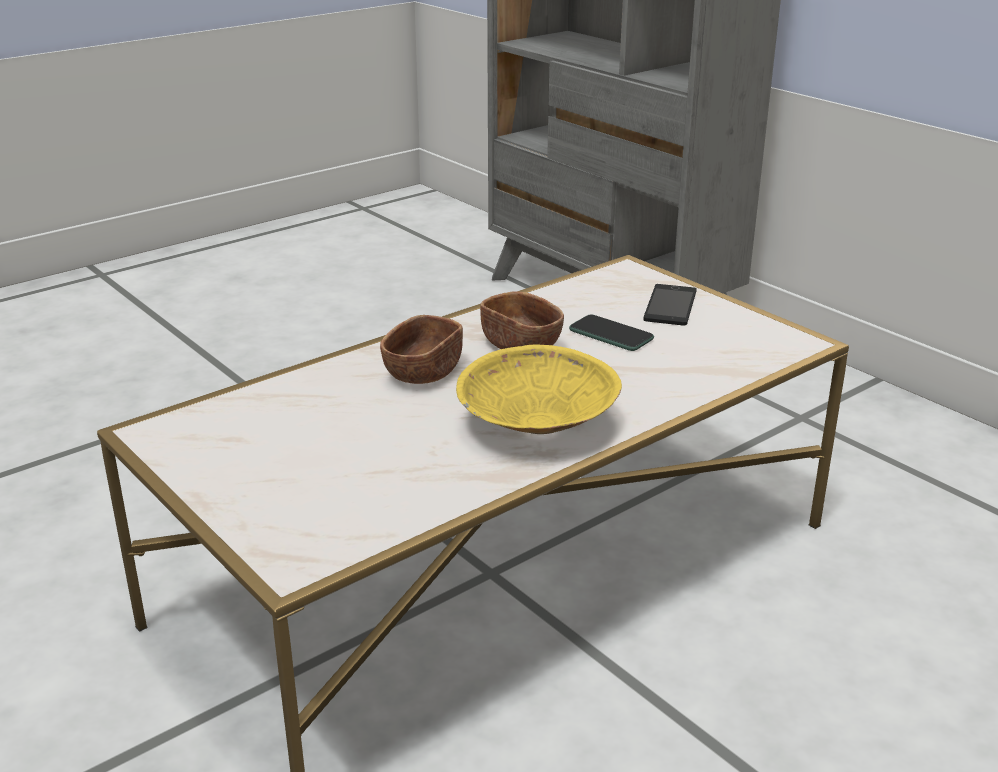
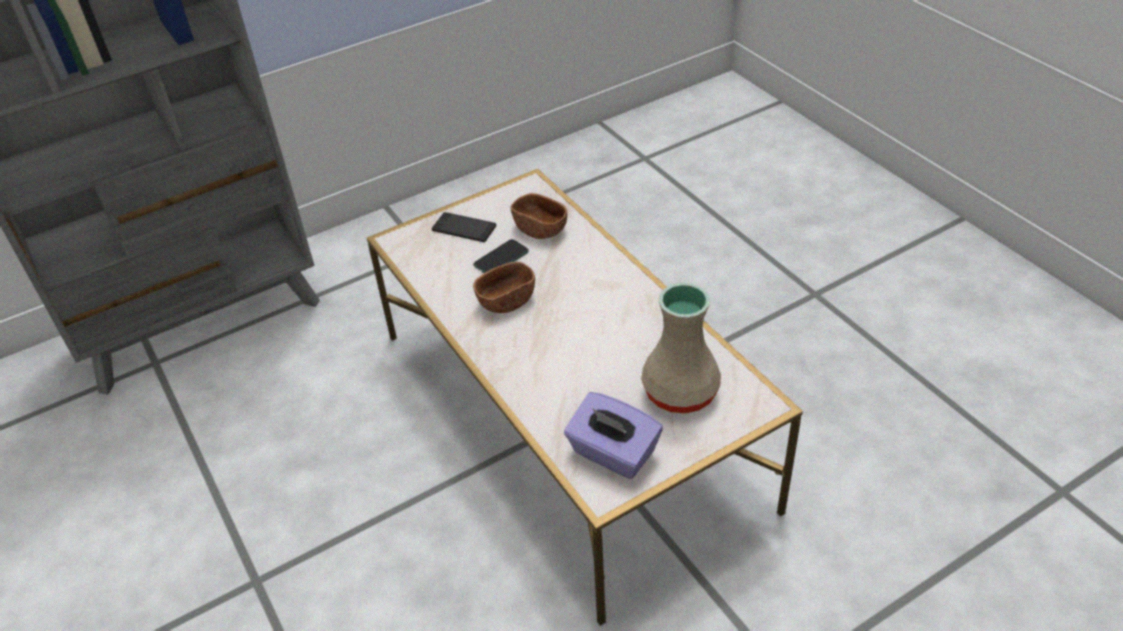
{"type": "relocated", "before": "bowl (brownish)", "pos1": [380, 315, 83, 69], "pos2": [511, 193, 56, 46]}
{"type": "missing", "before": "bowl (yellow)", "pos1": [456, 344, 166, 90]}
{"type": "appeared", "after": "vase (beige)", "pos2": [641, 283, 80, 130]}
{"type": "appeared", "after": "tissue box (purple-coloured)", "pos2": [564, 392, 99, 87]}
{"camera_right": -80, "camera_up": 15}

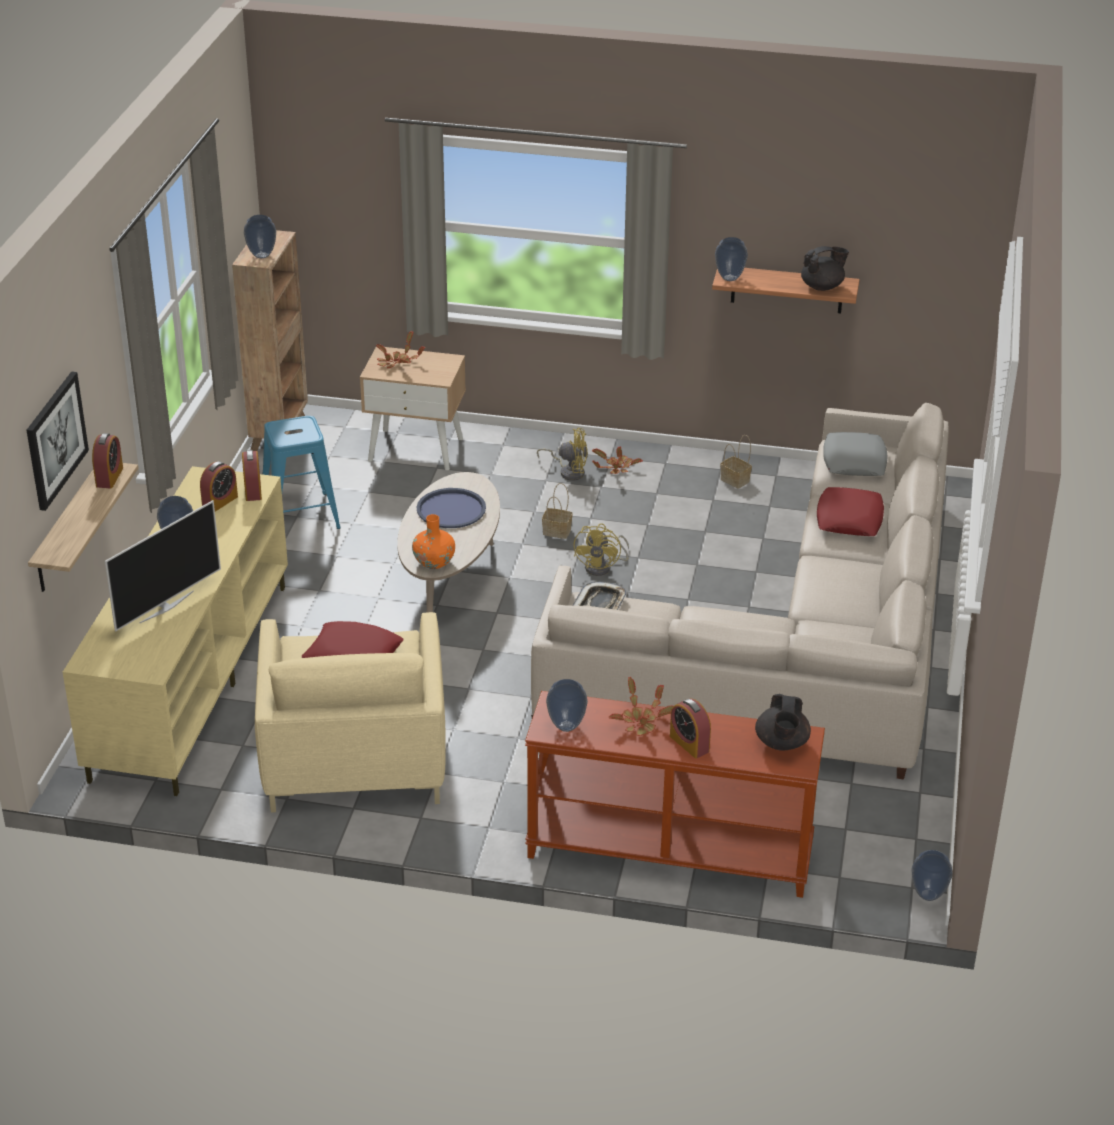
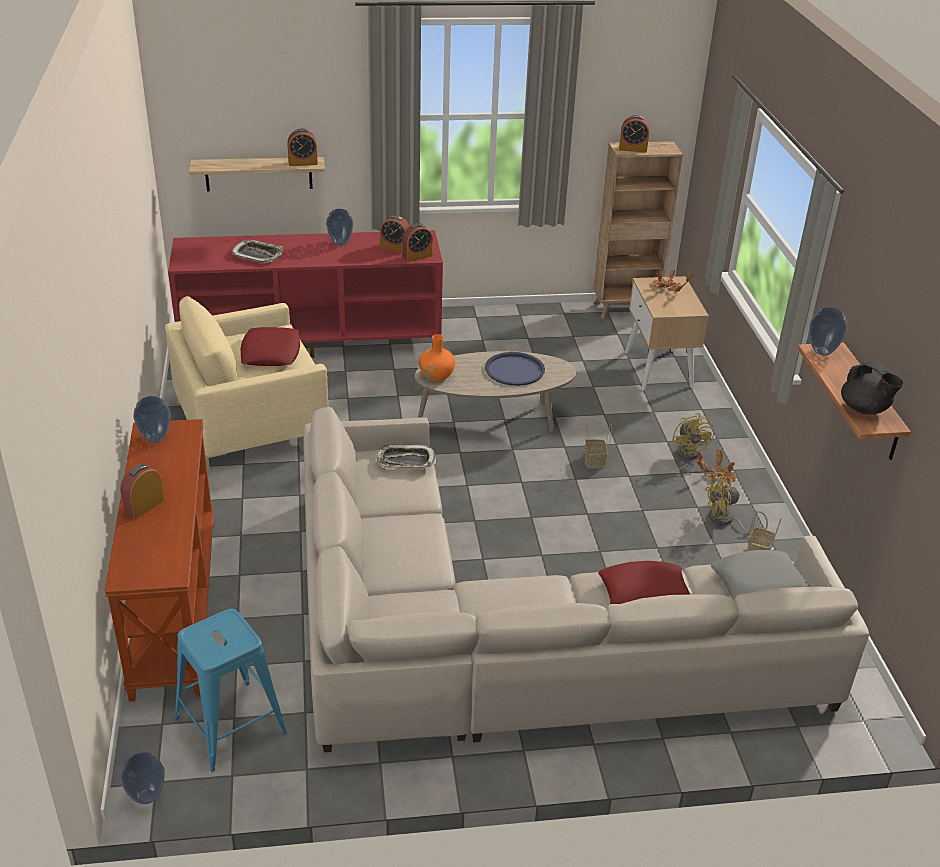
{"type": "exchanged", "before": "vase", "after": "bedside clock", "pos1": [244, 215, 32, 43], "pos2": [619, 115, 30, 37]}
{"type": "missing", "before": "picture", "pos1": [26, 371, 63, 140]}
{"type": "relocated", "before": "stool (blue-coloured)", "pos1": [263, 416, 78, 113], "pos2": [175, 609, 112, 162]}
{"type": "colour", "before": "tv unit (beige)", "after": "tv unit (reddish)", "pos1": [63, 466, 225, 330], "pos2": [168, 230, 275, 128]}
{"type": "exchanged", "before": "TV set", "after": "serving tray", "pos1": [105, 500, 116, 131], "pos2": [232, 240, 51, 23]}
{"type": "relocated", "before": "fan (yellow)", "pos1": [574, 523, 55, 53], "pos2": [705, 472, 63, 61]}
{"type": "missing", "before": "plant in a pot", "pos1": [609, 677, 64, 59]}
{"type": "missing", "before": "pot for tea (blackish)", "pos1": [755, 694, 56, 57]}
{"camera_right": 70, "camera_up": 0}

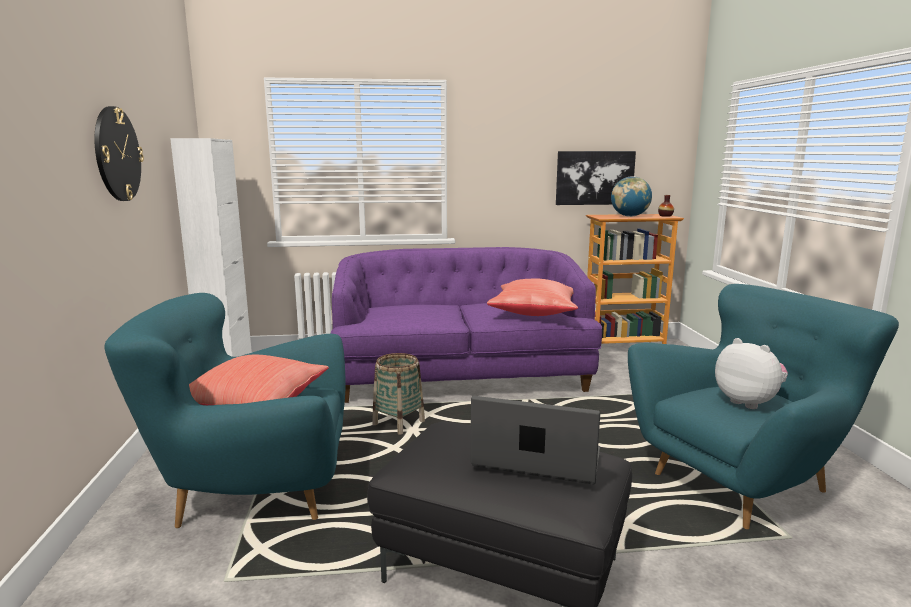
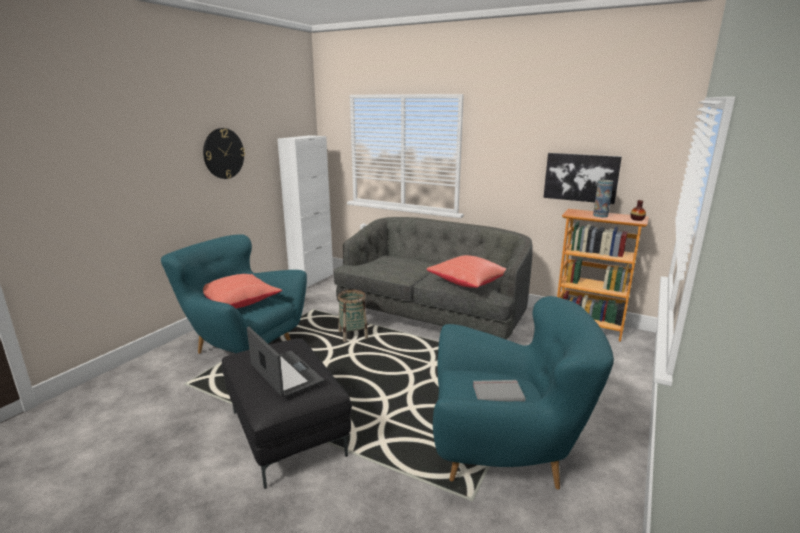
{"type": "exchanged", "before": "world globe", "after": "vase", "pos1": [611, 176, 41, 41], "pos2": [593, 180, 20, 37]}
{"type": "colour", "before": "sofa (purple-coloured)", "after": "sofa (gray)", "pos1": [331, 247, 271, 156], "pos2": [334, 217, 199, 122]}
{"type": "exchanged", "before": "cuddly toy", "after": "book (gray)", "pos1": [715, 338, 73, 71], "pos2": [473, 380, 52, 21]}
{"camera_right": 35, "camera_up": 5}

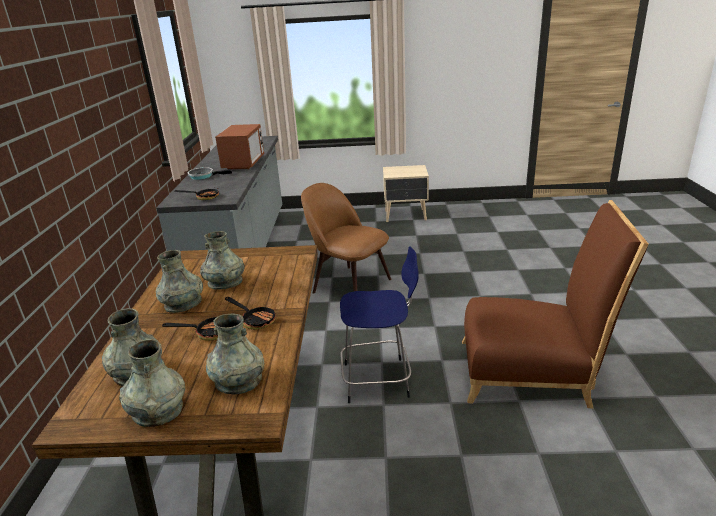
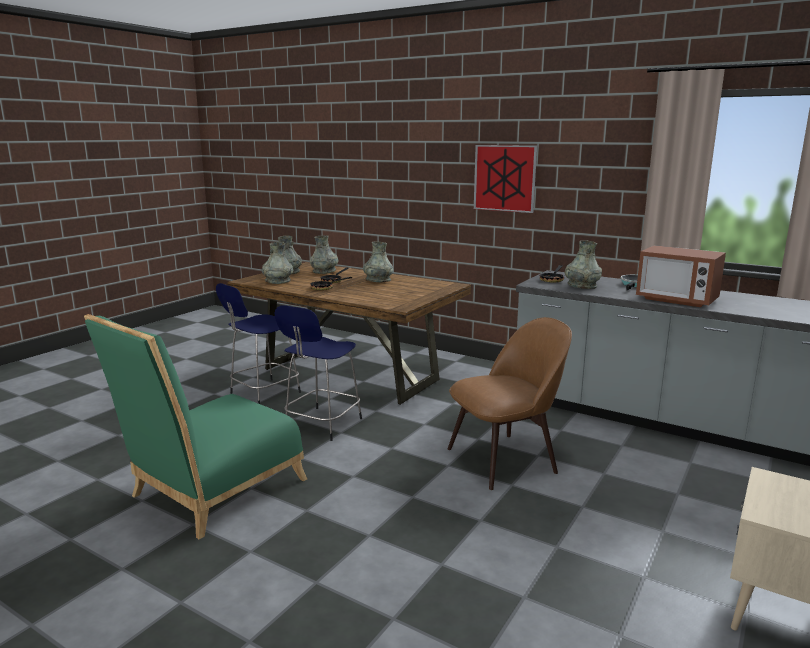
{"type": "colour", "before": "plain chair (brownish)", "after": "plain chair (green)", "pos1": [462, 200, 187, 208], "pos2": [84, 314, 223, 225]}
{"type": "relocated", "before": "vase (gray)", "pos1": [200, 231, 45, 59], "pos2": [565, 240, 37, 49]}
{"type": "appeared", "after": "picture", "pos2": [474, 145, 63, 68]}
{"type": "appeared", "after": "stool (blue-coloured)", "pos2": [216, 283, 85, 121]}
{"camera_right": 120, "camera_up": -10}

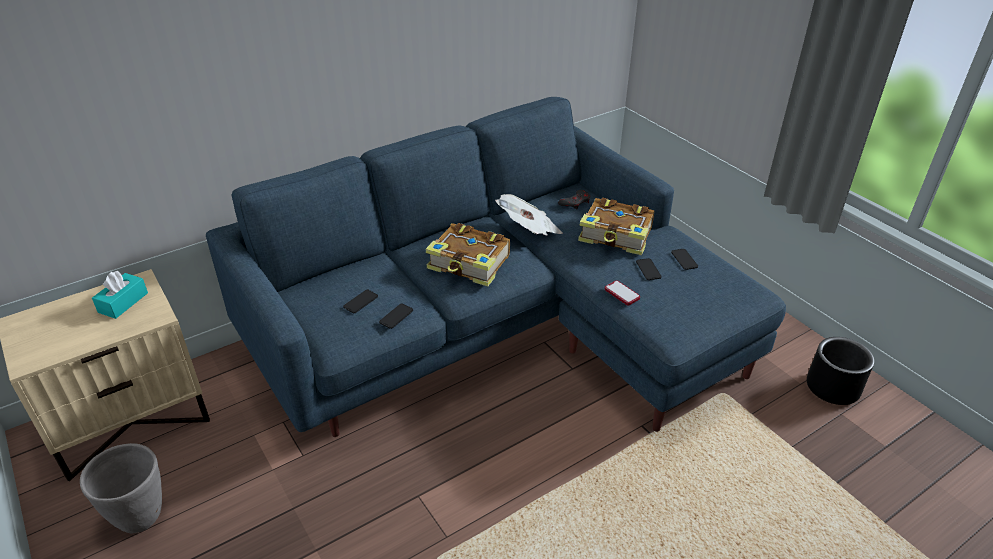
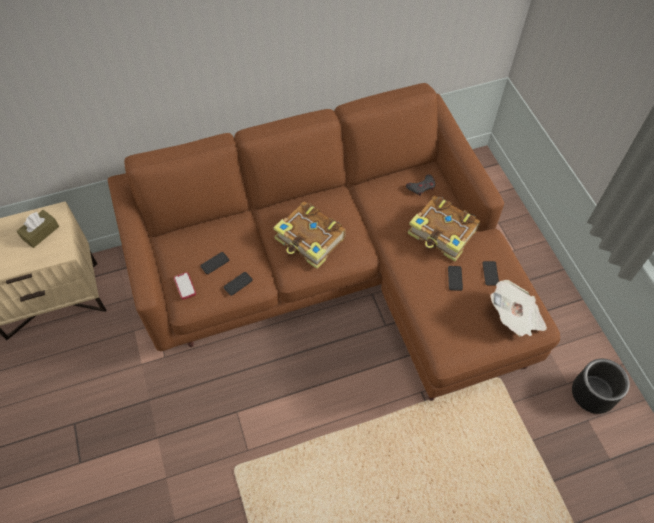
{"type": "colour", "before": "sofa (blue-coloured)", "after": "sofa (brownish)", "pos1": [206, 97, 580, 340], "pos2": [108, 83, 452, 318]}
{"type": "relocated", "before": "daily paper", "pos1": [495, 194, 68, 41], "pos2": [490, 280, 57, 56]}
{"type": "colour", "before": "tissue box (turquoise)", "after": "tissue box (brownish)", "pos1": [92, 271, 56, 48], "pos2": [17, 210, 42, 38]}
{"type": "relocated", "before": "handset", "pos1": [605, 280, 35, 25], "pos2": [174, 272, 22, 28]}
{"type": "missing", "before": "flower pot (gray)", "pos1": [80, 443, 82, 90]}
{"camera_right": 15, "camera_up": 20}

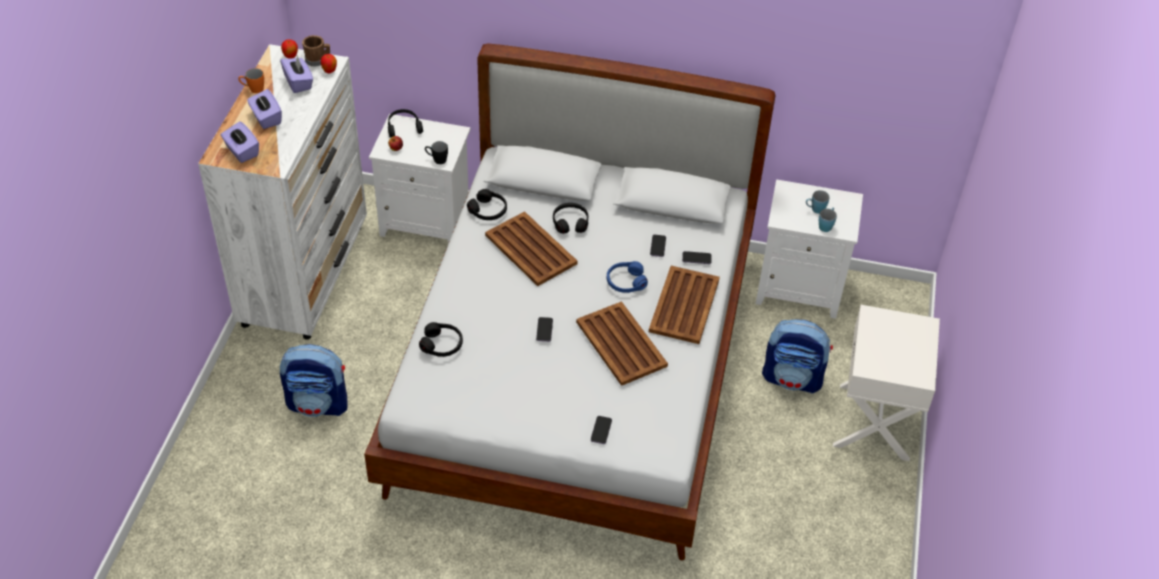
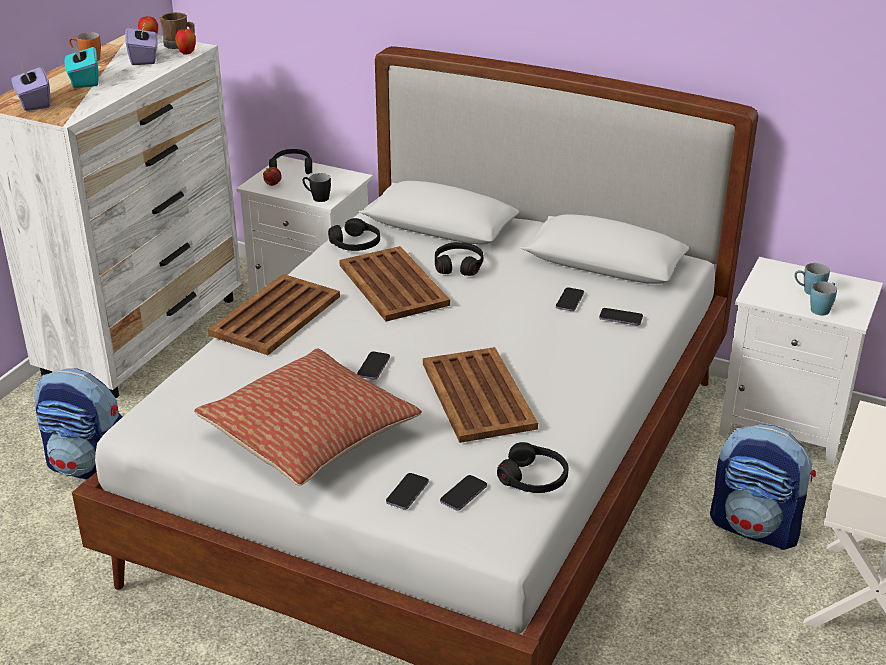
{"type": "colour", "before": "tissue box (purple-coloured)", "after": "tissue box (turquoise)", "pos1": [247, 89, 35, 40], "pos2": [65, 42, 34, 46]}
{"type": "missing", "before": "headset (blue-coloured)", "pos1": [607, 261, 41, 32]}
{"type": "relocated", "before": "serving tray (brownish)", "pos1": [649, 266, 71, 78], "pos2": [208, 274, 132, 81]}
{"type": "relocated", "before": "headset (blackish)", "pos1": [419, 322, 44, 35], "pos2": [497, 442, 72, 51]}
{"type": "appeared", "after": "throw pillow", "pos2": [194, 349, 228, 137]}
{"type": "appeared", "after": "handset", "pos2": [440, 475, 47, 36]}
{"camera_right": 15, "camera_up": -15}

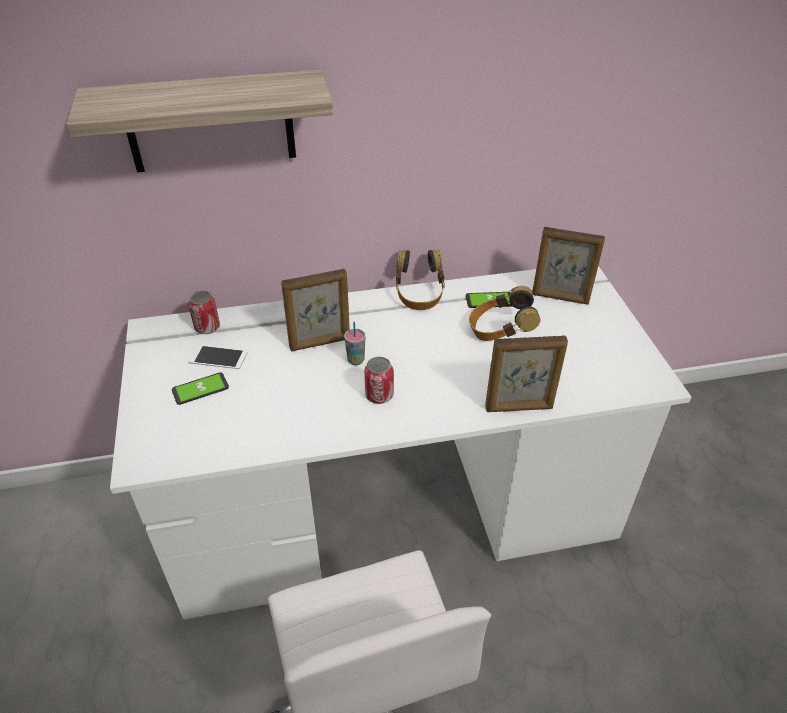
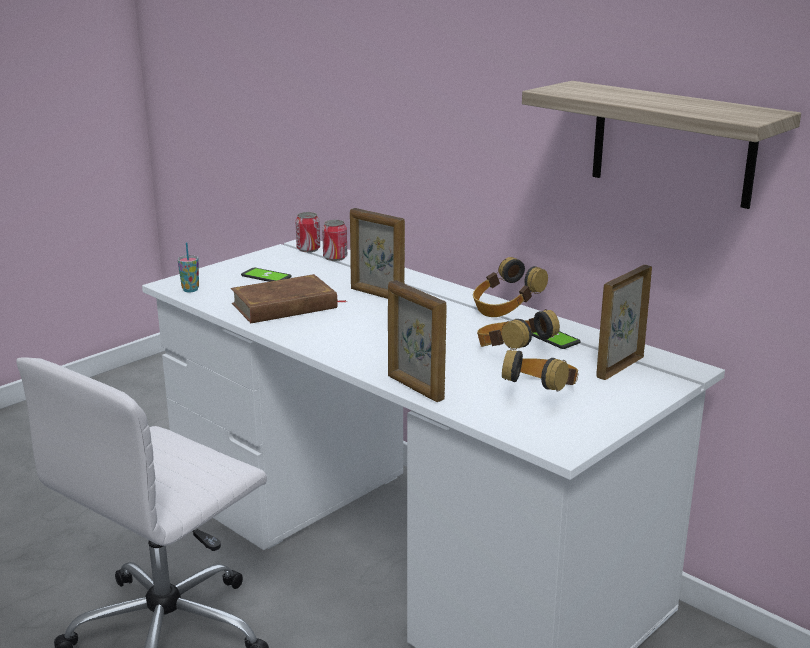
{"type": "relocated", "before": "wall shelf", "pos1": [66, 70, 267, 103], "pos2": [522, 81, 279, 128]}
{"type": "spun", "before": "standing frame", "pos1": [532, 227, 73, 78], "pos2": [596, 265, 56, 115], "turn": 60}
{"type": "relocated", "before": "drinking cup", "pos1": [344, 322, 21, 43], "pos2": [177, 242, 22, 50]}
{"type": "missing", "before": "handset", "pos1": [188, 345, 59, 24]}
{"type": "relocated", "before": "can", "pos1": [364, 357, 30, 47], "pos2": [295, 212, 25, 40]}
{"type": "appeared", "after": "book (brownish)", "pos2": [231, 274, 116, 49]}
{"type": "appeared", "after": "headset", "pos2": [502, 349, 76, 42]}
{"camera_right": 55, "camera_up": -20}

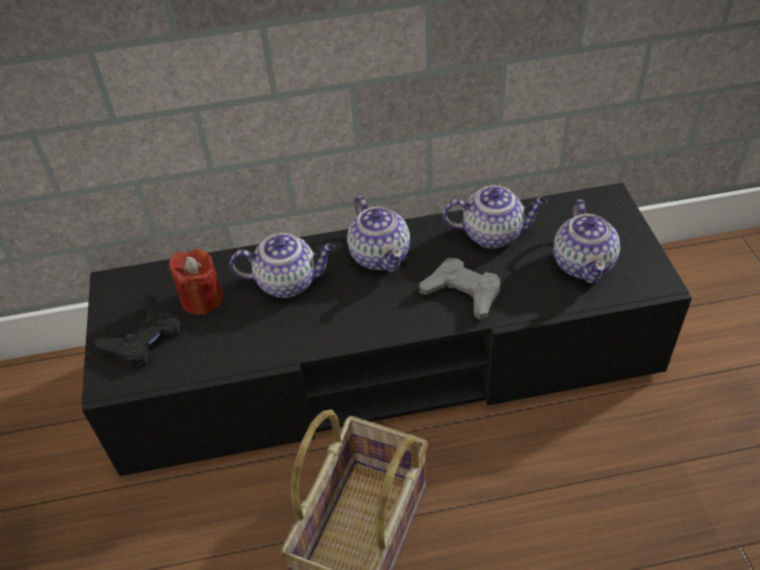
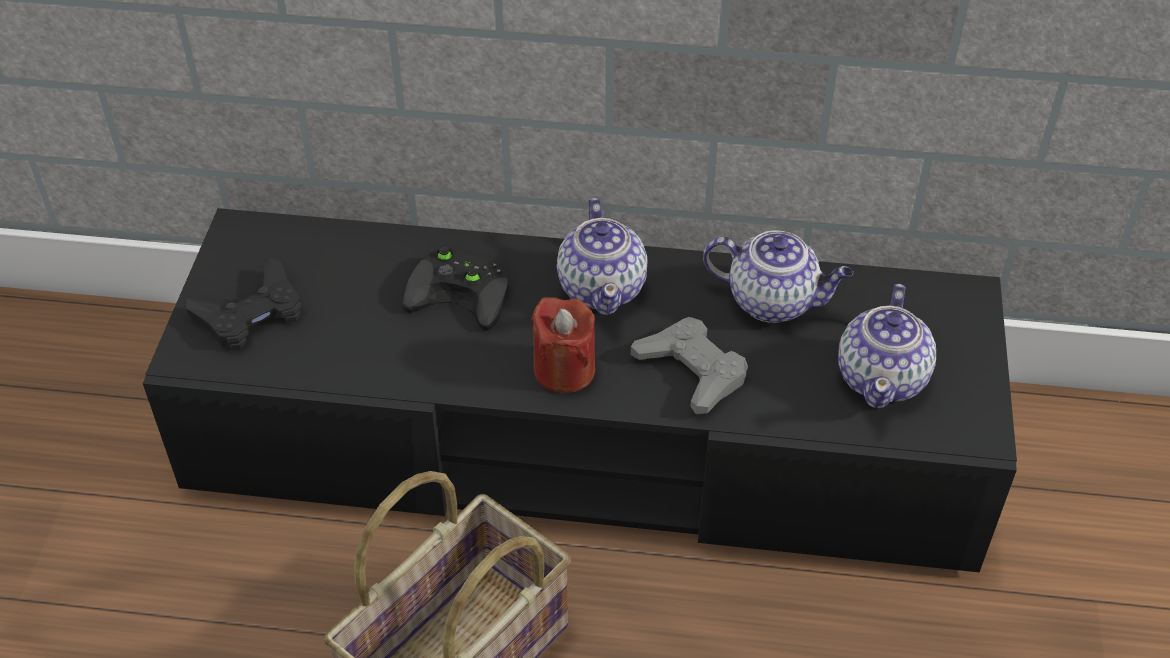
{"type": "exchanged", "before": "pot for tea", "after": "game controller (blackish)", "pos1": [230, 233, 105, 65], "pos2": [403, 247, 105, 84]}
{"type": "relocated", "before": "wax light (reddish)", "pos1": [169, 249, 54, 66], "pos2": [531, 297, 64, 96]}
{"camera_right": 15, "camera_up": 0}

